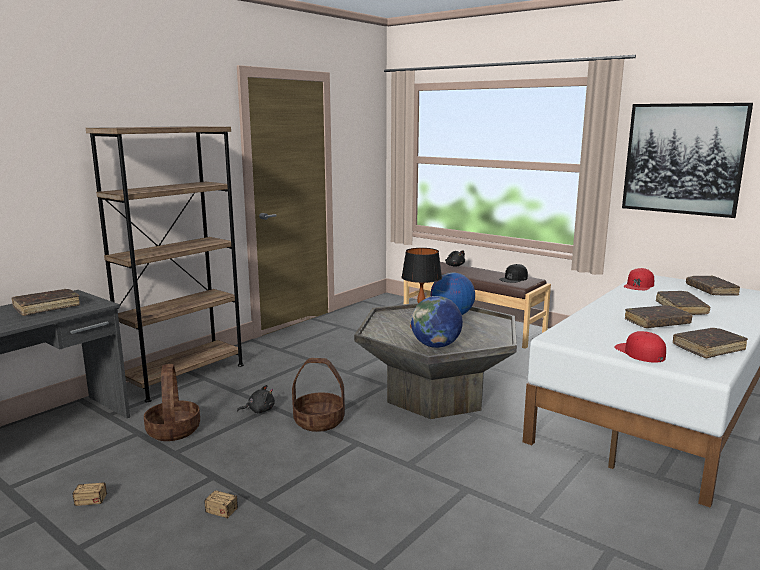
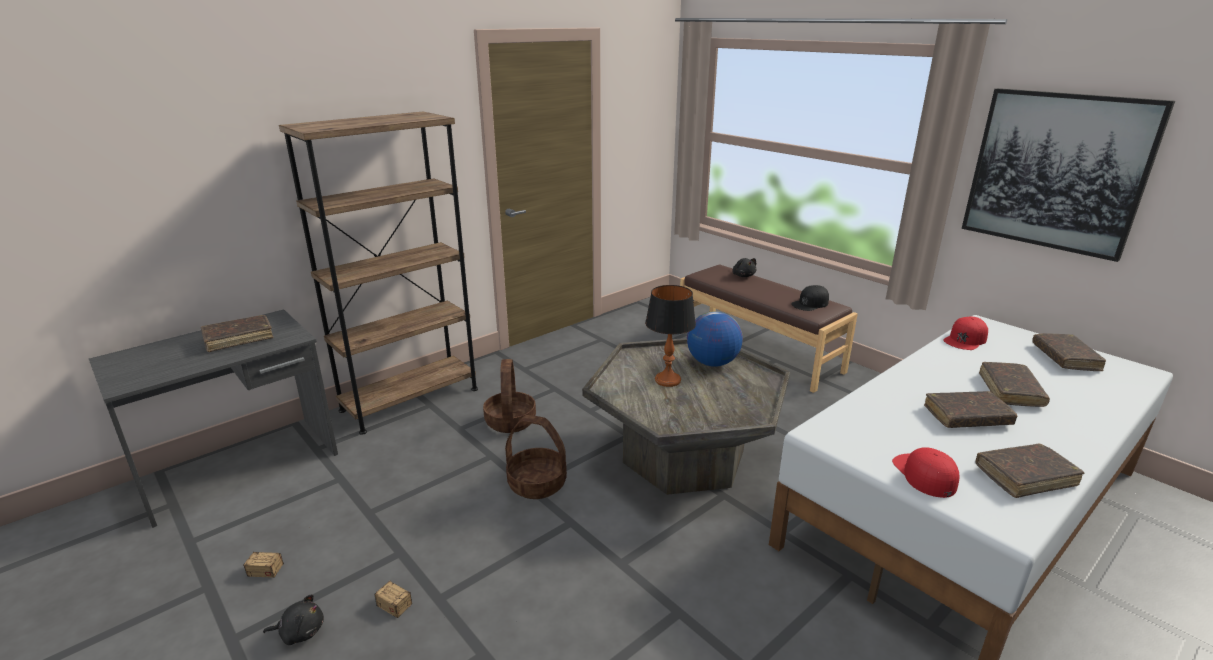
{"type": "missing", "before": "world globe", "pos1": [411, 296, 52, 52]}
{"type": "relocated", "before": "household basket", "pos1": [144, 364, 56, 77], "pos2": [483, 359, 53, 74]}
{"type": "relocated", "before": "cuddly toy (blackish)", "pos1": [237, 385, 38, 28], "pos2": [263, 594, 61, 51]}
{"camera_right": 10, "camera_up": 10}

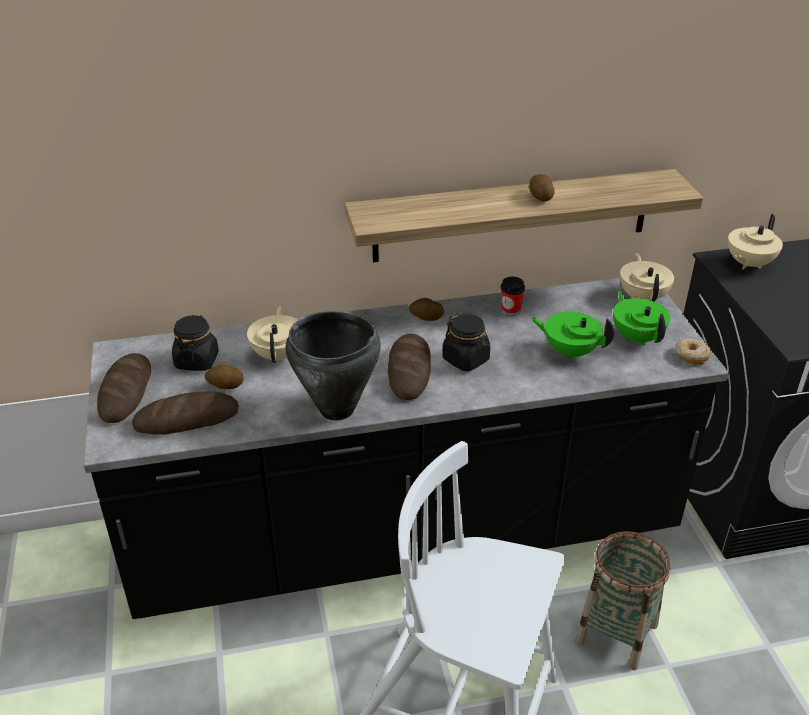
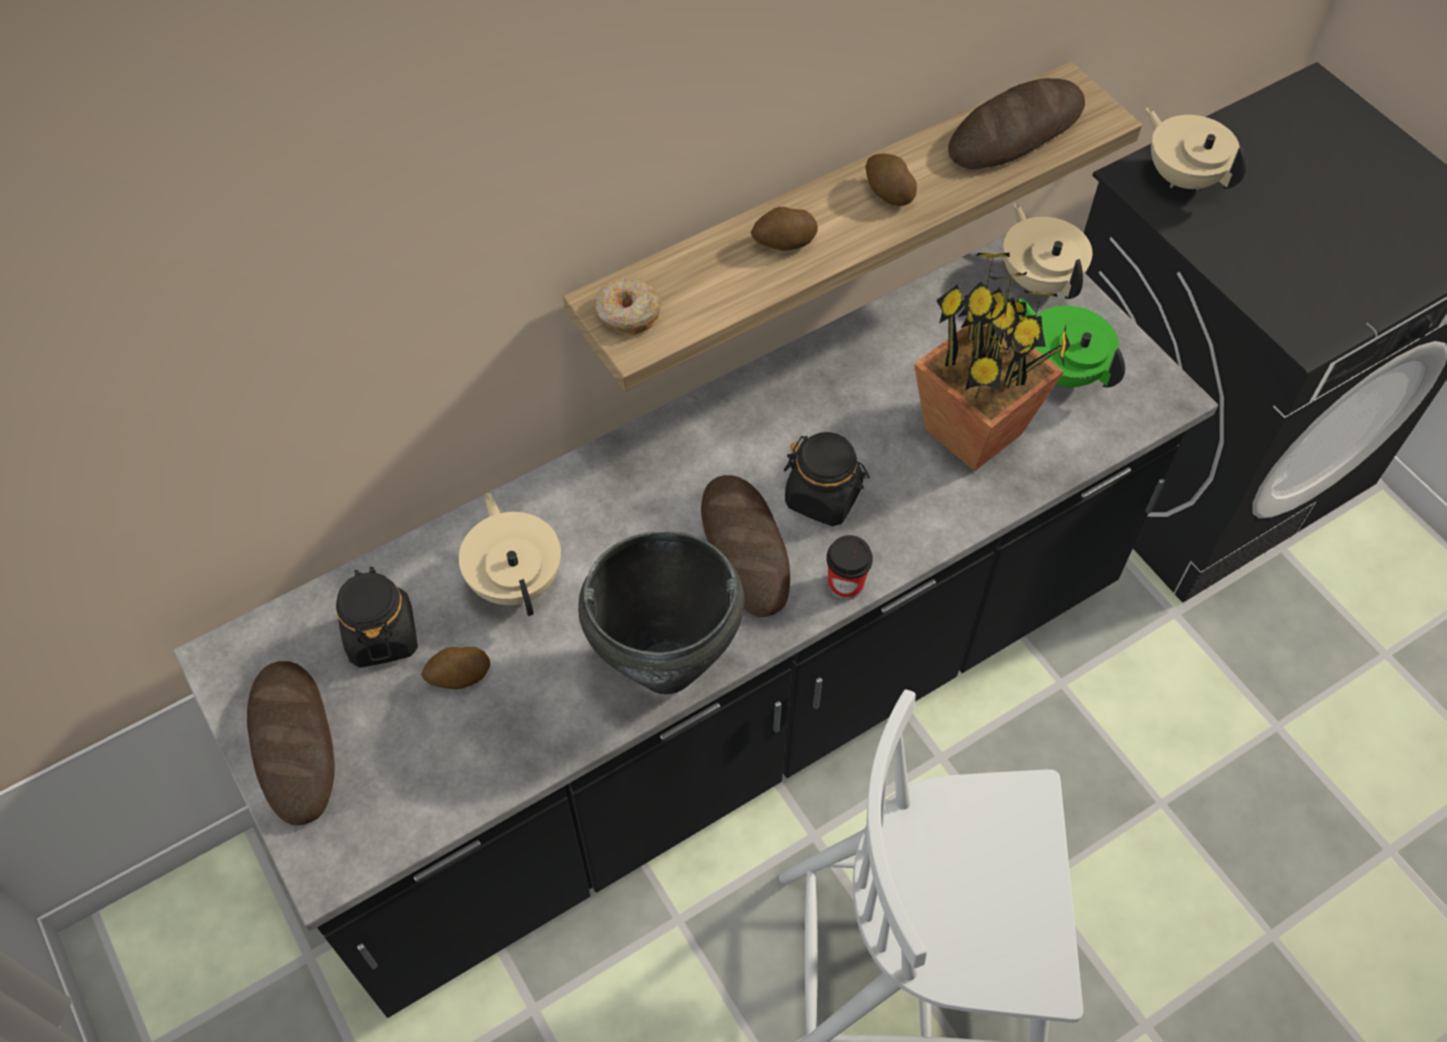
{"type": "spun", "before": "pot for tea (beige)", "pos1": [728, 214, 55, 56], "pos2": [1146, 107, 101, 83], "turn": 120}
{"type": "relocated", "before": "drinking cup", "pos1": [501, 277, 24, 39], "pos2": [826, 535, 47, 65]}
{"type": "relocated", "before": "whole potato", "pos1": [409, 298, 35, 23], "pos2": [751, 207, 67, 44]}
{"type": "exchanged", "before": "pot for tea (green)", "after": "plant in a pot", "pos1": [531, 312, 83, 48], "pos2": [914, 253, 156, 219]}
{"type": "relocated", "before": "doughnut", "pos1": [675, 338, 37, 28], "pos2": [595, 278, 67, 57]}
{"type": "relocated", "before": "bread", "pos1": [132, 391, 107, 44], "pos2": [948, 78, 137, 91]}
{"type": "missing", "before": "household basket", "pos1": [575, 531, 96, 139]}
{"camera_right": -20, "camera_up": 20}

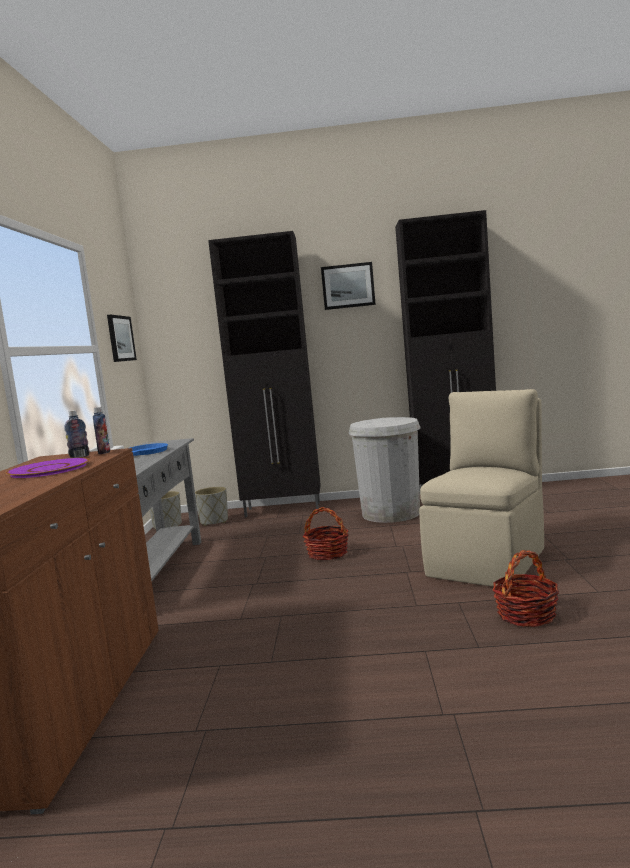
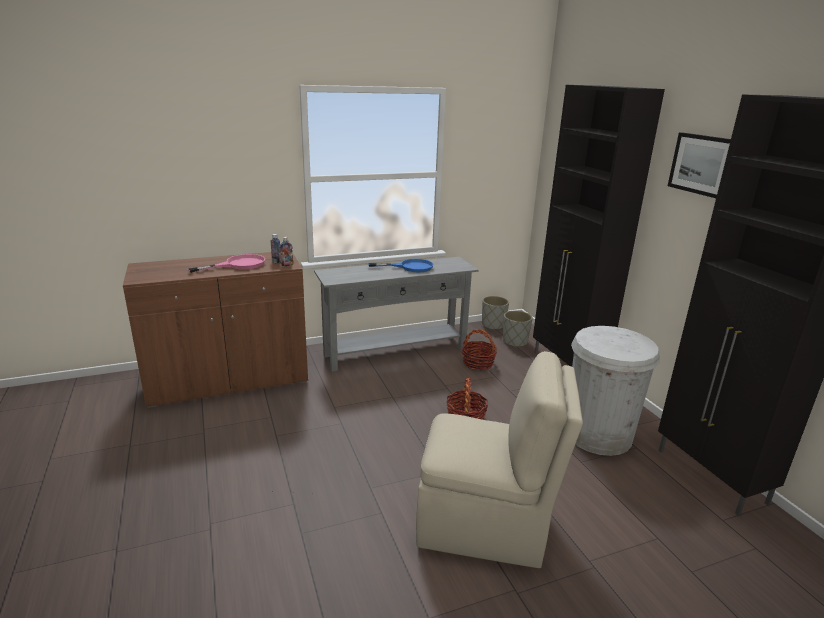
{"type": "missing", "before": "picture", "pos1": [107, 315, 30, 47]}
{"type": "exchanged", "before": "dinner plate (purple-coloured)", "after": "skillet (pinkish)", "pos1": [6, 458, 84, 20], "pos2": [188, 254, 77, 19]}
{"type": "relocated", "before": "household basket", "pos1": [492, 550, 67, 77], "pos2": [462, 329, 35, 41]}
{"camera_right": 65, "camera_up": 15}

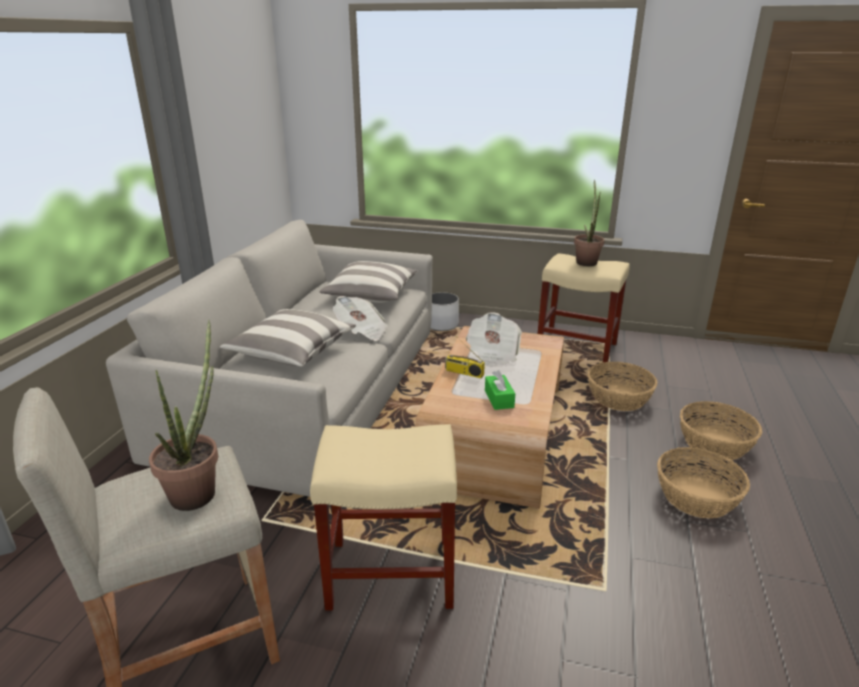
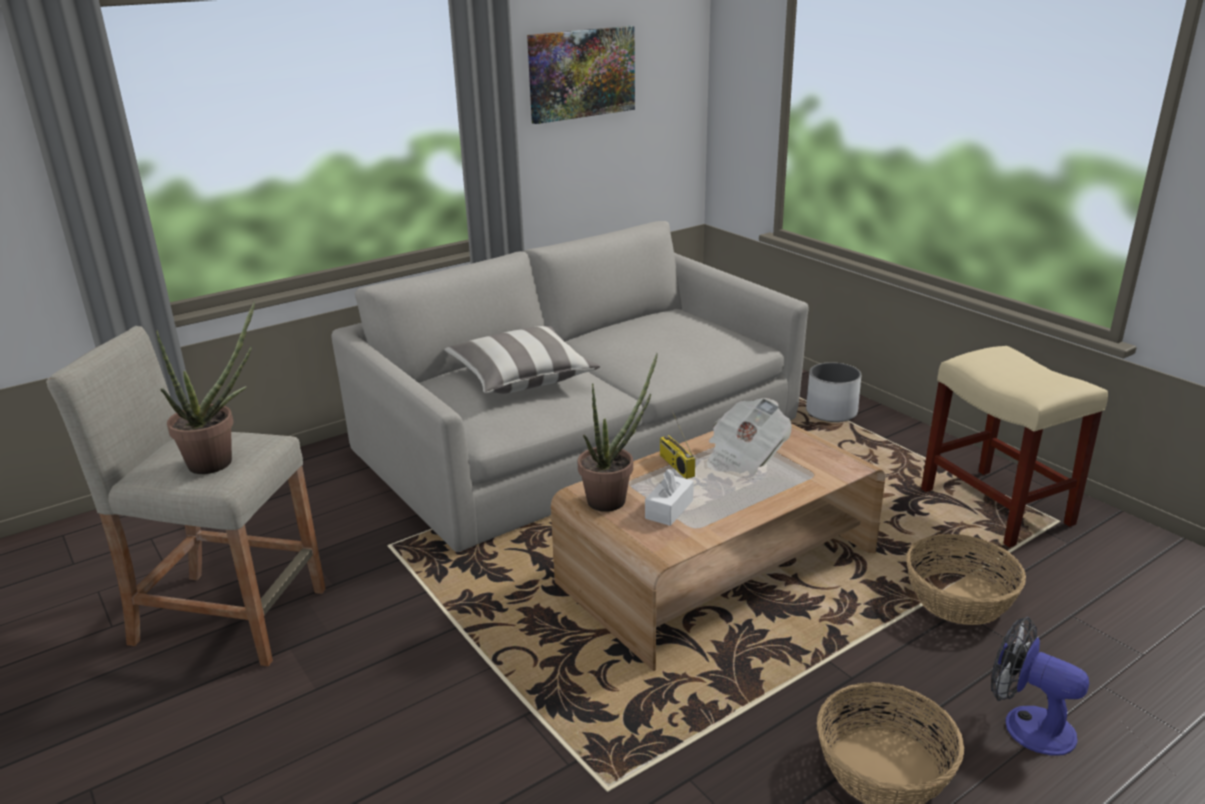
{"type": "relocated", "before": "plant in a pot", "pos1": [574, 180, 31, 86], "pos2": [578, 353, 80, 159]}
{"type": "missing", "before": "throw pillow", "pos1": [319, 261, 99, 42]}
{"type": "missing", "before": "daily paper", "pos1": [333, 296, 55, 45]}
{"type": "colour", "before": "tissue box (green)", "after": "tissue box (white-coloured)", "pos1": [485, 370, 30, 40], "pos2": [645, 469, 49, 57]}
{"type": "exchanged", "before": "household basket", "after": "fan", "pos1": [680, 401, 82, 59], "pos2": [991, 617, 98, 138]}
{"type": "missing", "before": "stool (beige)", "pos1": [310, 424, 147, 187]}
{"type": "appeared", "after": "picture", "pos2": [527, 26, 108, 98]}
{"camera_right": 40, "camera_up": 0}

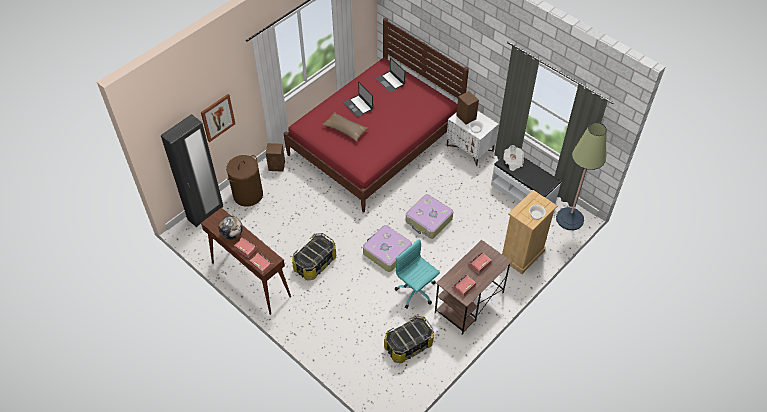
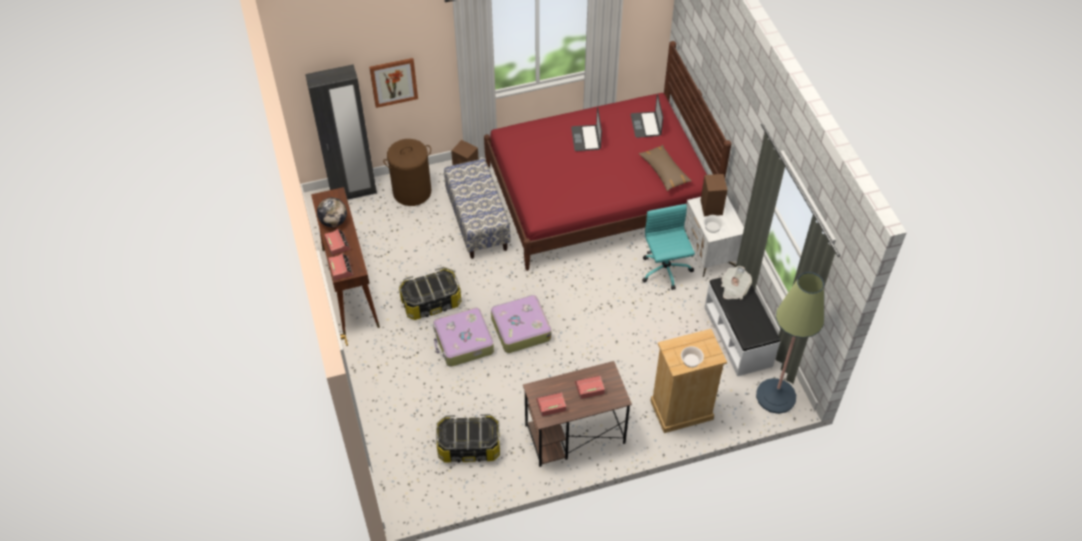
{"type": "relocated", "before": "throw pillow (brownish)", "pos1": [322, 112, 46, 29], "pos2": [639, 145, 53, 46]}
{"type": "relocated", "before": "suitcase", "pos1": [406, 194, 47, 45], "pos2": [433, 308, 61, 59]}
{"type": "relocated", "before": "office chair (turquoise)", "pos1": [395, 239, 45, 69], "pos2": [642, 204, 53, 86]}
{"type": "appeared", "after": "indoor bench", "pos2": [444, 159, 66, 100]}
{"camera_right": 30, "camera_up": 0}

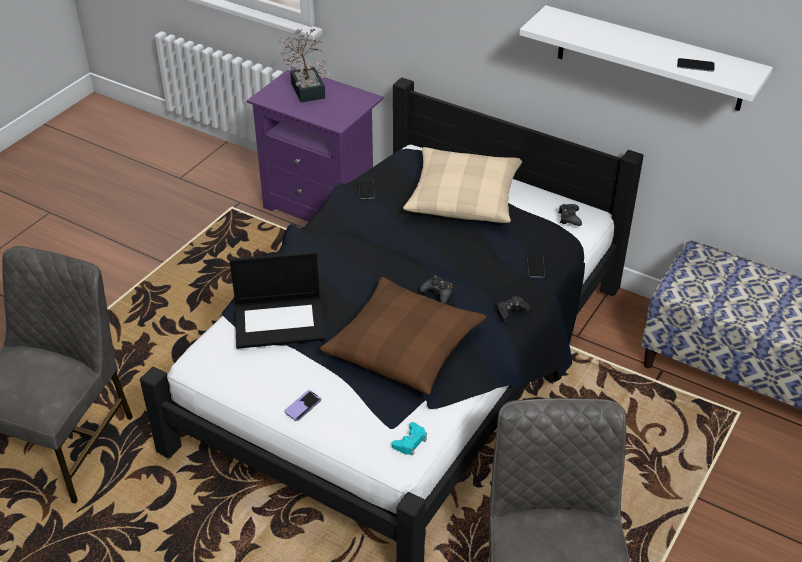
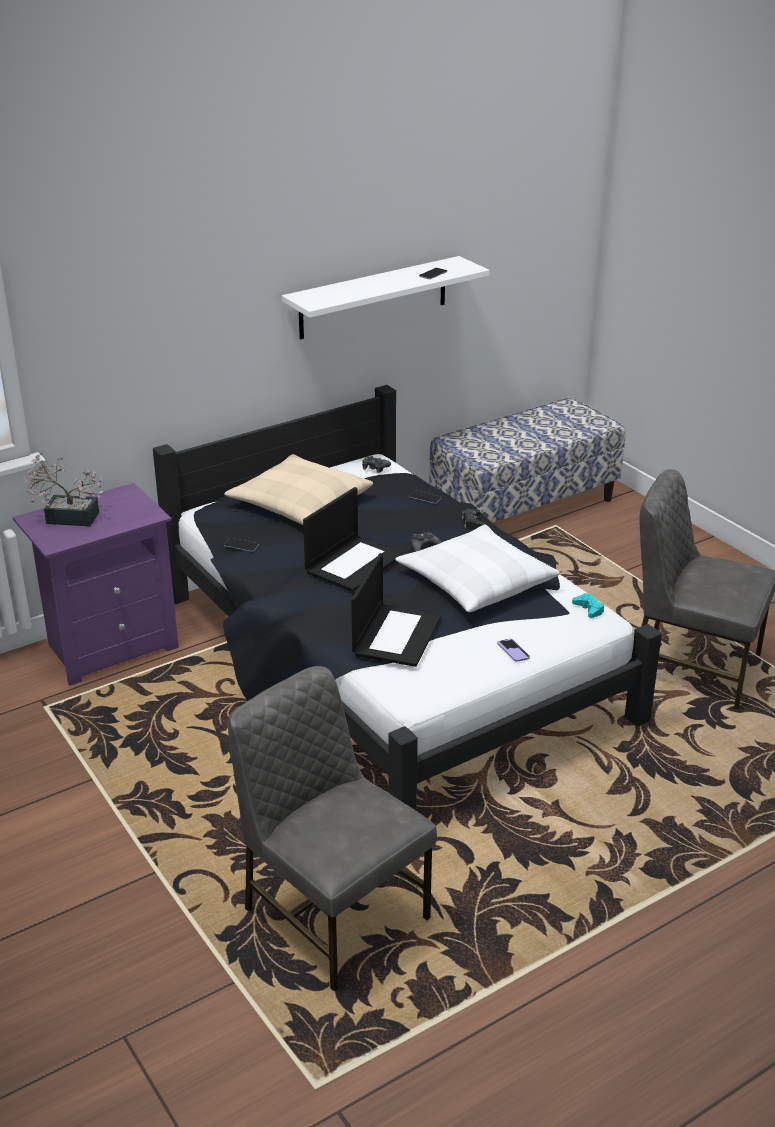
{"type": "colour", "before": "throw pillow (brownish)", "after": "throw pillow (white-coloured)", "pos1": [320, 277, 166, 118], "pos2": [395, 524, 165, 89]}
{"type": "appeared", "after": "notebook computer", "pos2": [303, 487, 100, 105]}
{"camera_right": -65, "camera_up": -10}

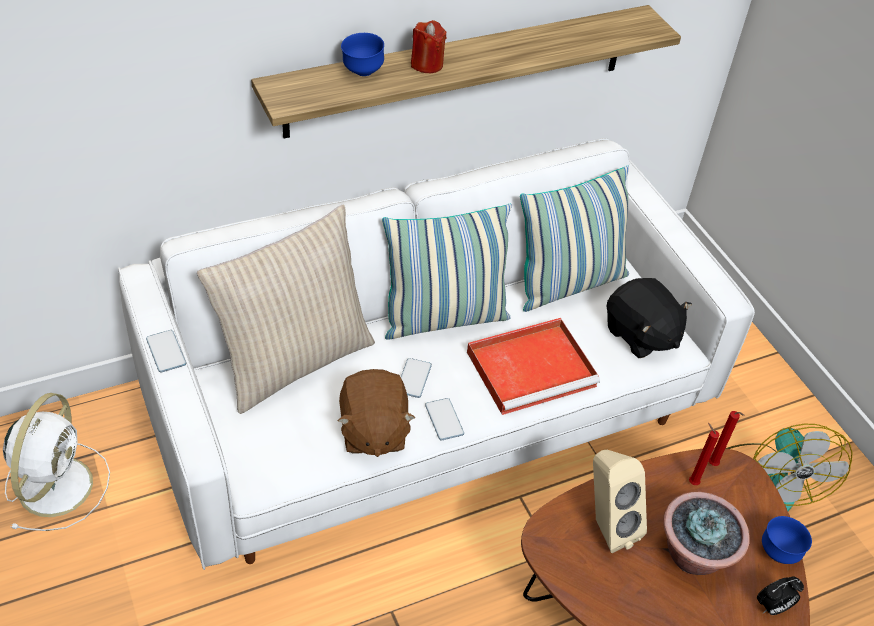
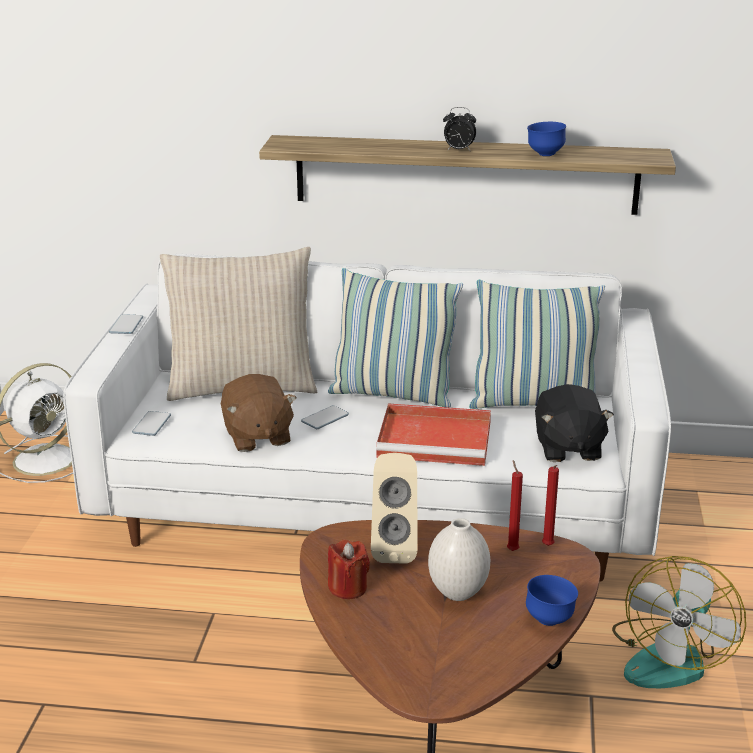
{"type": "relocated", "before": "wax light (reddish)", "pos1": [411, 20, 36, 53], "pos2": [328, 539, 42, 60]}
{"type": "relocated", "before": "bowl (blue-coloured)", "pos1": [341, 33, 43, 43], "pos2": [527, 122, 39, 34]}
{"type": "spun", "before": "cuddly toy (brownish)", "pos1": [338, 369, 77, 88], "pos2": [221, 374, 75, 78], "turn": -45}
{"type": "relocated", "before": "handset", "pos1": [425, 398, 39, 42], "pos2": [132, 411, 39, 25]}
{"type": "exchanged", "before": "plant in a pot", "after": "vase (white-coloured)", "pos1": [663, 491, 87, 84], "pos2": [428, 518, 62, 83]}
{"type": "relocated", "before": "bedside clock", "pos1": [757, 576, 47, 39], "pos2": [443, 107, 33, 43]}
{"camera_right": 35, "camera_up": -20}

